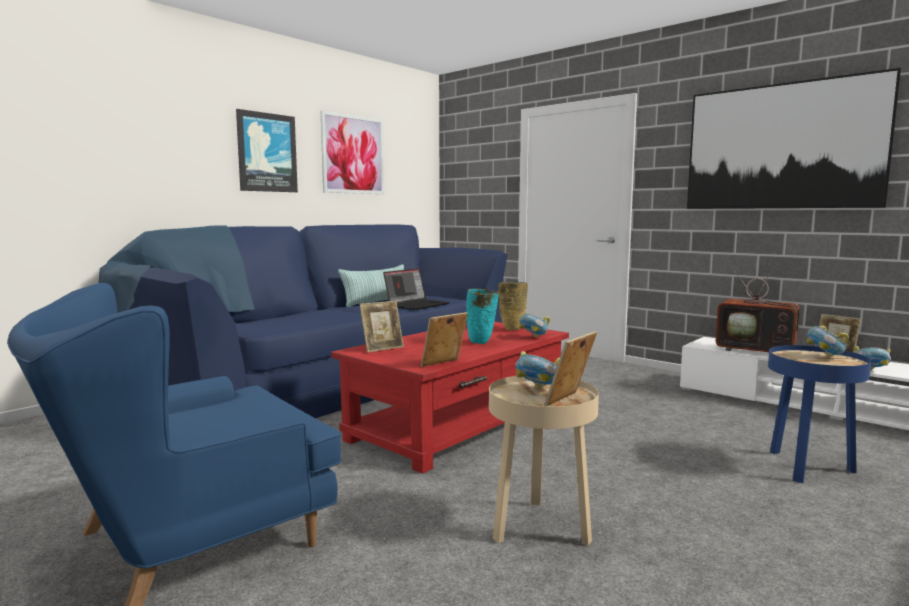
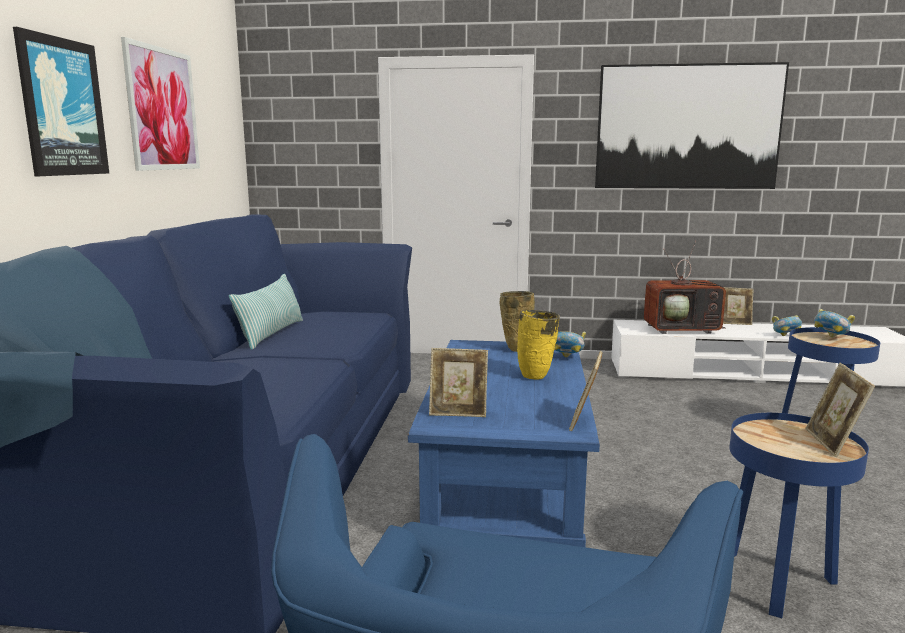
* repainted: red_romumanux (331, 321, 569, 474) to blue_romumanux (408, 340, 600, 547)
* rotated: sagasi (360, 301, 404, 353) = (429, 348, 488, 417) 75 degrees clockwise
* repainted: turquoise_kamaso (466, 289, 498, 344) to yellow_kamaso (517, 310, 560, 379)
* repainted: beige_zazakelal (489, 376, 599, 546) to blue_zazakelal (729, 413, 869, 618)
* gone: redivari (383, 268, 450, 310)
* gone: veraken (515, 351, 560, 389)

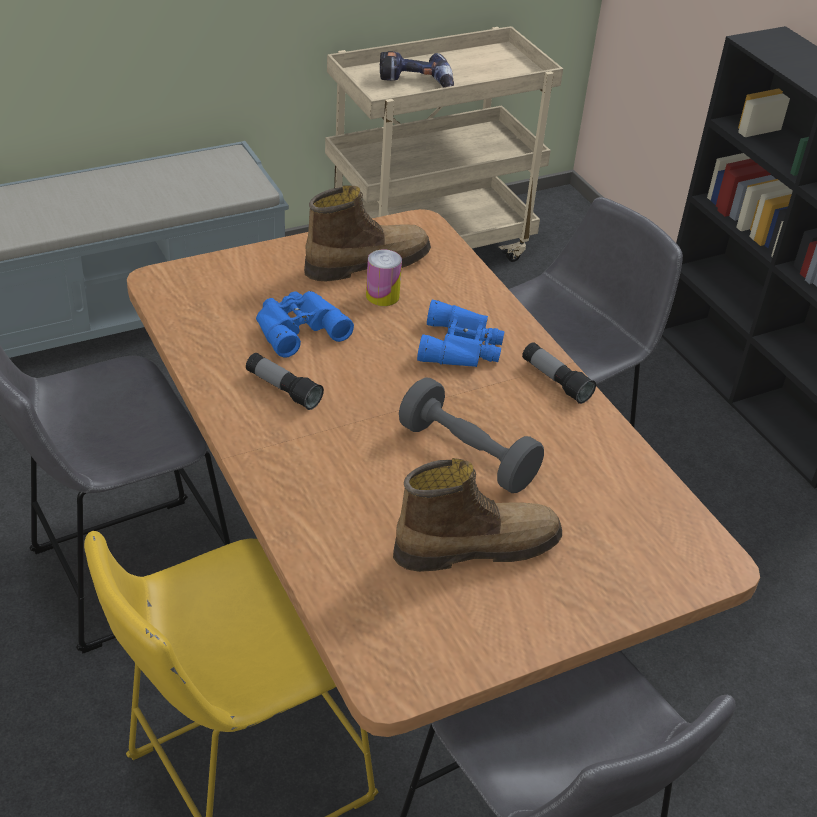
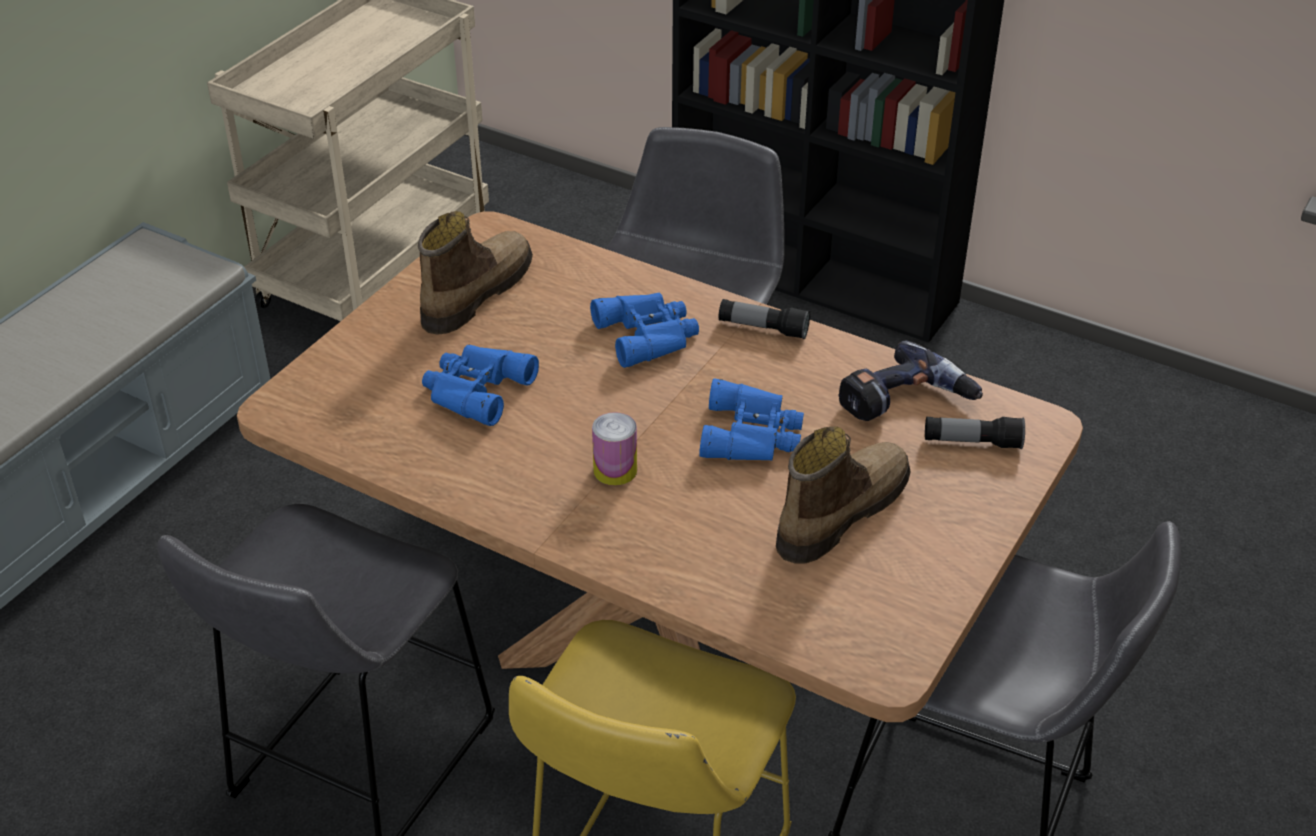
* shifted: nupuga (366, 250, 402, 306) to (592, 412, 637, 486)
* swapped: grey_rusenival (399, 377, 544, 493) to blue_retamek (699, 379, 804, 460)
* shifted: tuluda (380, 51, 454, 88) to (838, 340, 983, 421)
* shifted: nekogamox (246, 353, 324, 410) to (925, 417, 1025, 449)

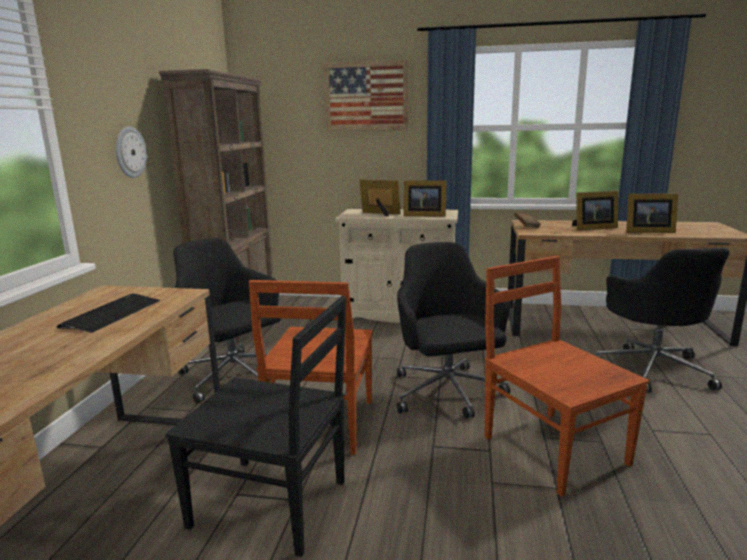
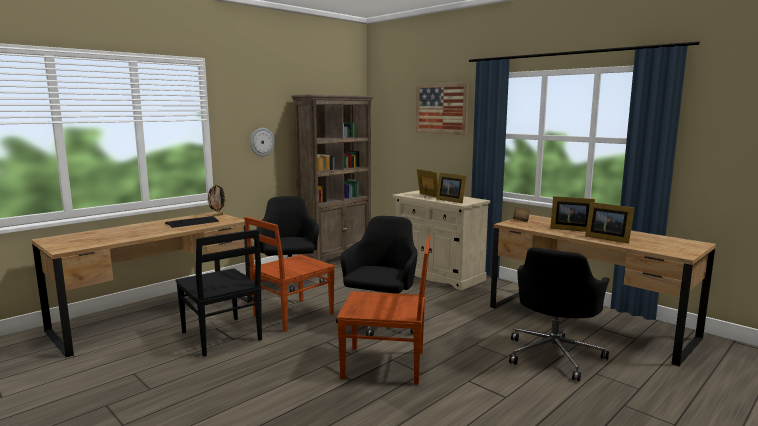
* new: sagasi (207, 184, 227, 216)
* rotated: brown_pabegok (485, 256, 649, 497) = (337, 236, 431, 385) 90 degrees clockwise

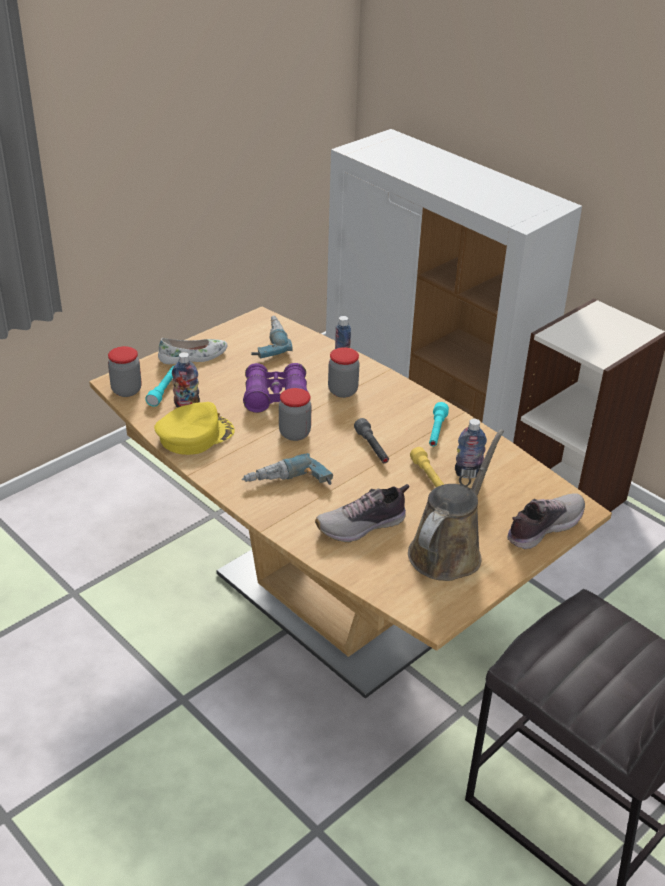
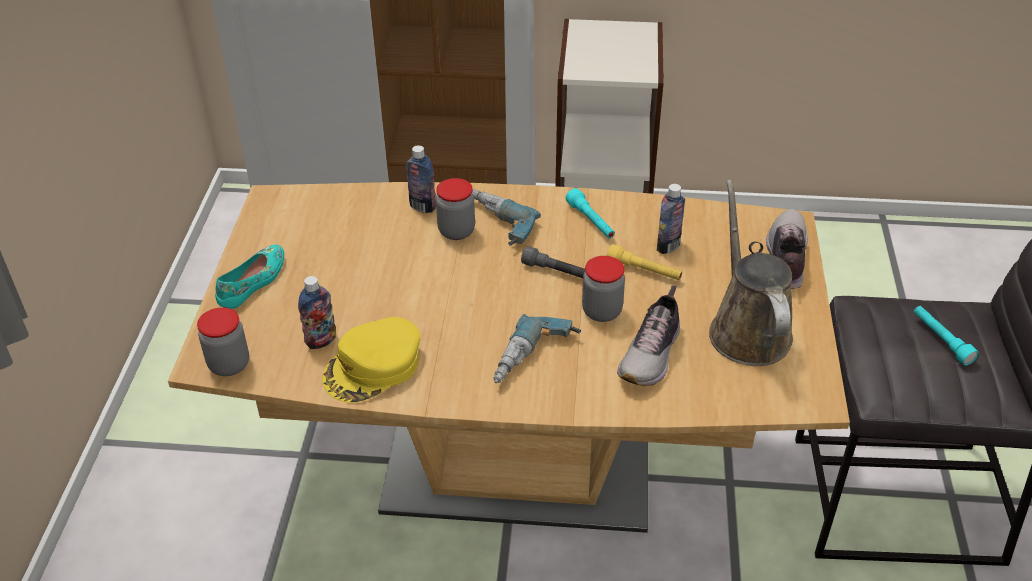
* repainted: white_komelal (158, 338, 228, 364) to turquoise_komelal (215, 244, 284, 309)
* rotated: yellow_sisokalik (154, 402, 235, 455) = (322, 317, 420, 403) 150 degrees counterclockwise
* shifted: tuluda (251, 316, 293, 359) to (472, 189, 541, 246)
* shifted: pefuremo (279, 388, 312, 441) to (582, 256, 625, 322)
* shifted: turquoise_nekogamox (145, 366, 174, 407) to (914, 306, 979, 365)
* gone: purple_retamek (243, 363, 309, 413)

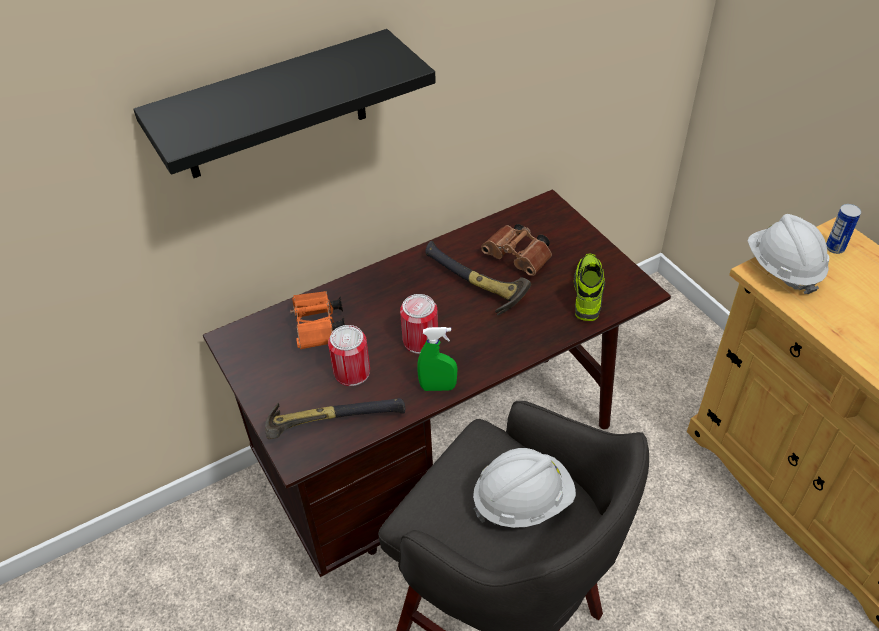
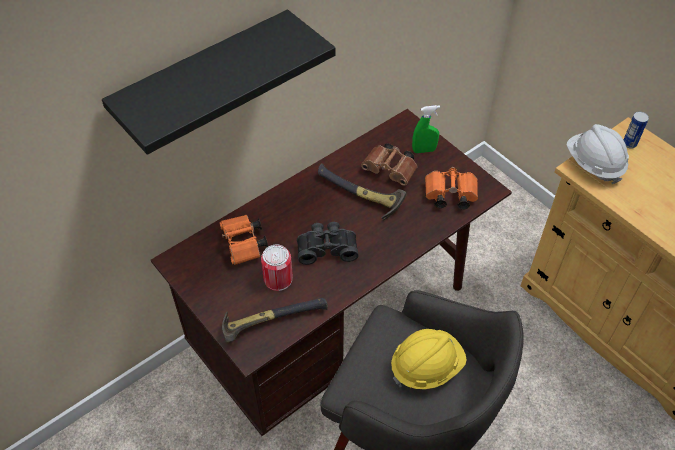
* swapped: nupuga (400, 294, 438, 354) to black_retamek (297, 222, 359, 265)
* repainted: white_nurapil (473, 448, 576, 528) to yellow_nurapil (391, 329, 467, 389)
* shifted: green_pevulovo (417, 327, 457, 391) to (412, 105, 440, 153)
* swapped: komelal (574, 253, 605, 321) to orange_retamek (425, 167, 478, 209)

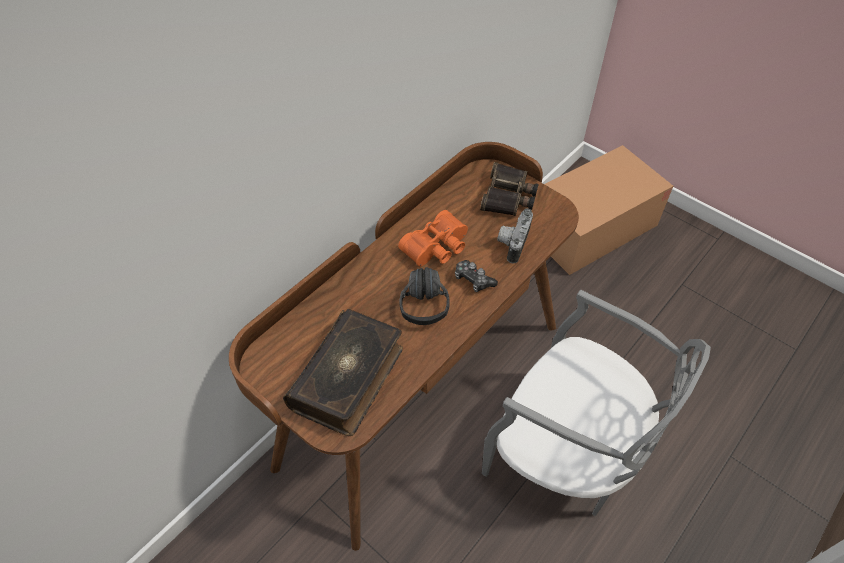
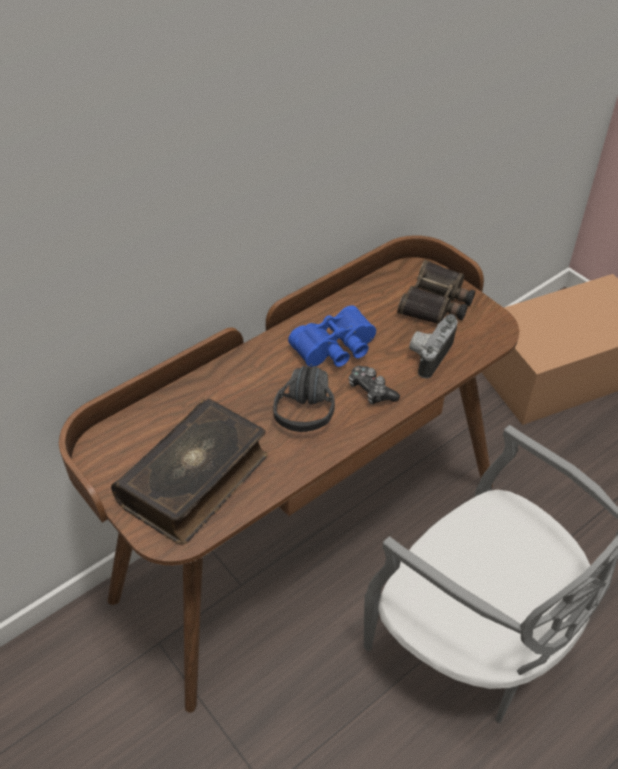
* repainted: orange_retamek (398, 210, 468, 266) to blue_retamek (288, 305, 376, 367)

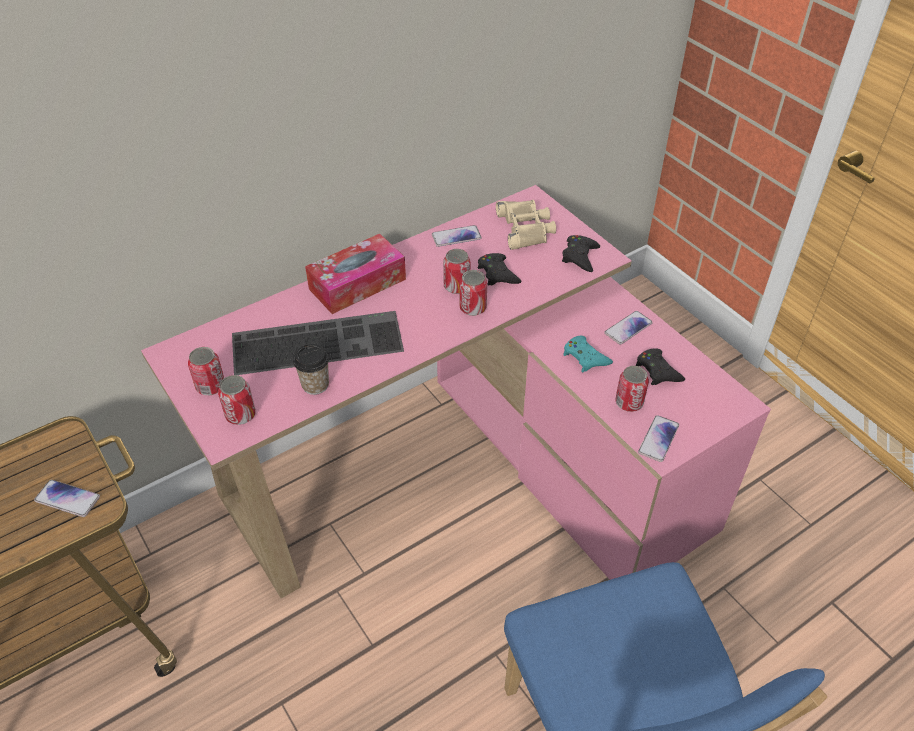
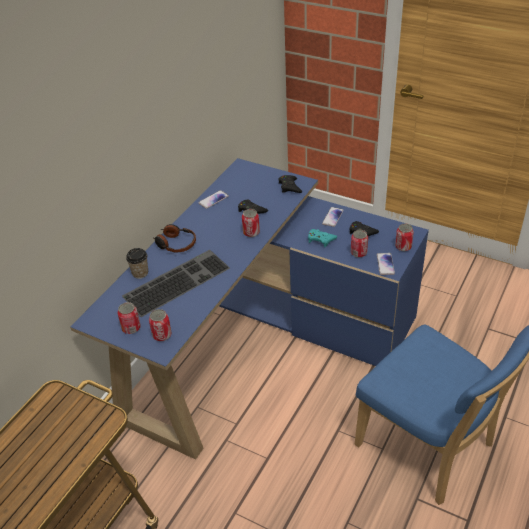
* repainted: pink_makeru (141, 185, 771, 598) to blue_makeru (70, 158, 429, 460)
* shifted: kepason (293, 344, 329, 395) to (126, 248, 148, 279)
* swapped: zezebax (305, 234, 406, 314) to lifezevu (154, 224, 196, 253)
* shifted: nupuga (443, 249, 470, 294) to (395, 224, 414, 251)
* gone: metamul (34, 480, 100, 517)
* gone: beige_retamek (496, 200, 556, 250)

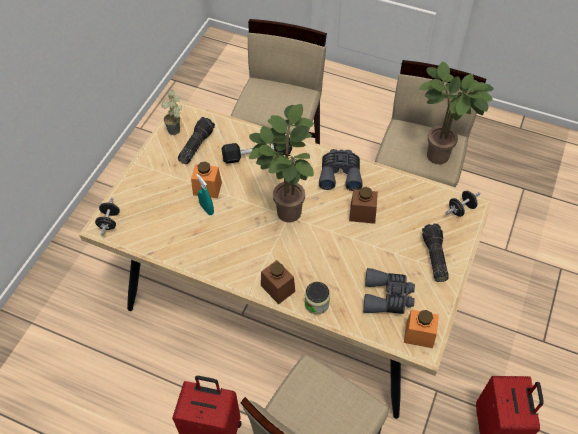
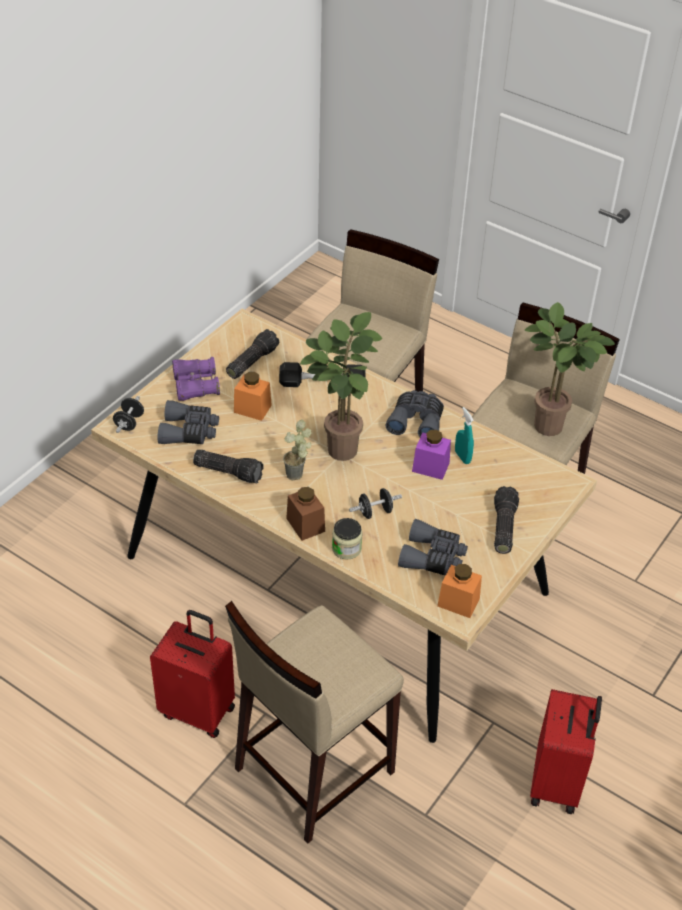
* new: grey_retamek (158, 400, 219, 444)
* new: purple_retamek (172, 357, 220, 401)
* new: nekogamox (193, 450, 264, 483)
* shifted: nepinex (161, 89, 182, 135) to (283, 419, 312, 480)
* shifted: black_rusenival (445, 190, 480, 217) to (349, 488, 402, 519)
* repainted: brown_pefuremo (349, 187, 378, 224) to purple_pefuremo (412, 430, 451, 480)
* shifted: turquoise_pevulovo (196, 174, 214, 215) to (455, 407, 474, 464)

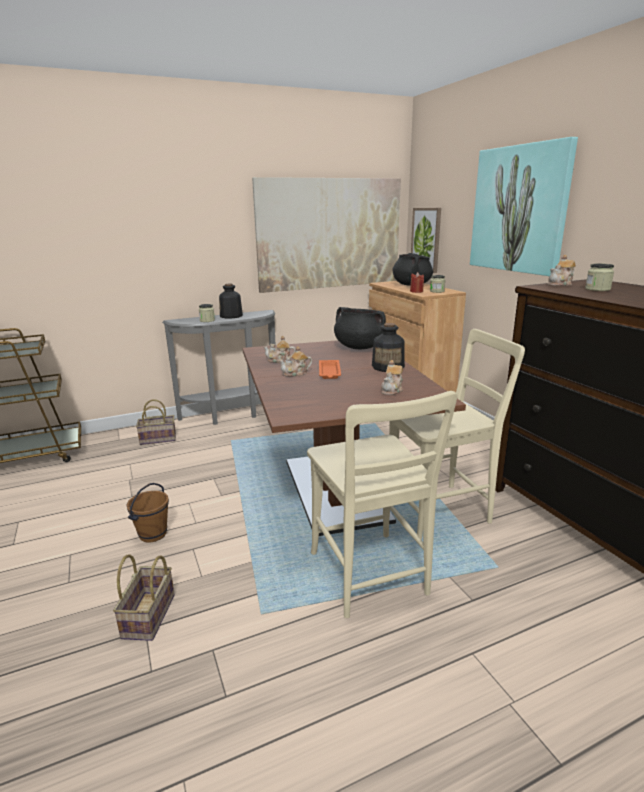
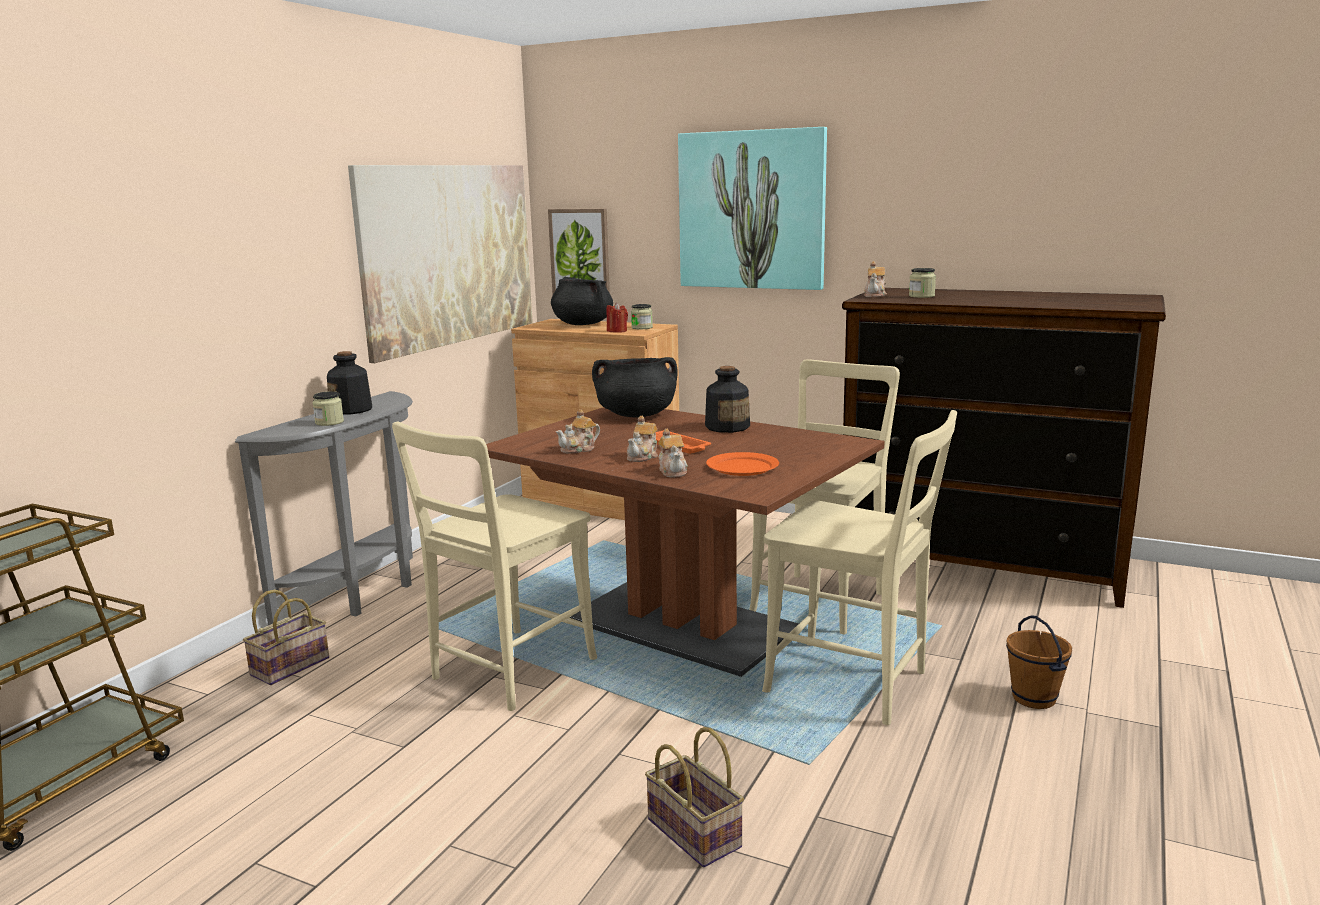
* new: beige_pabegok (392, 422, 597, 711)
* shifted: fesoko (381, 360, 403, 395) to (658, 429, 688, 478)
* new: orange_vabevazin (706, 452, 779, 476)
* shifted: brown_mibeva (126, 483, 169, 543) to (1006, 615, 1072, 709)

